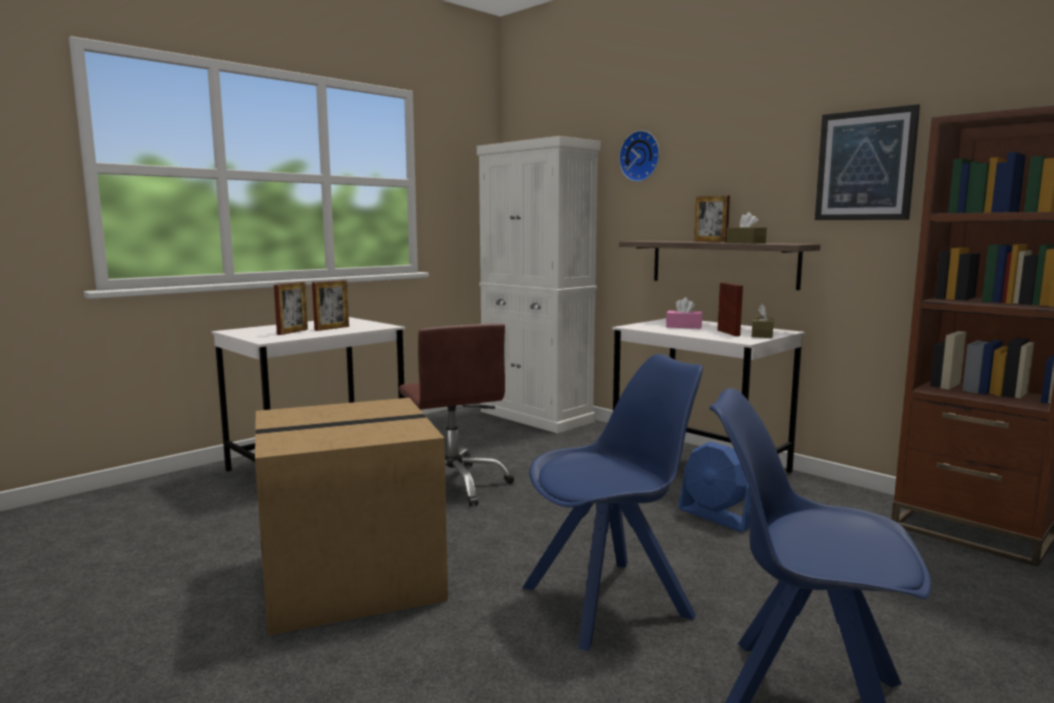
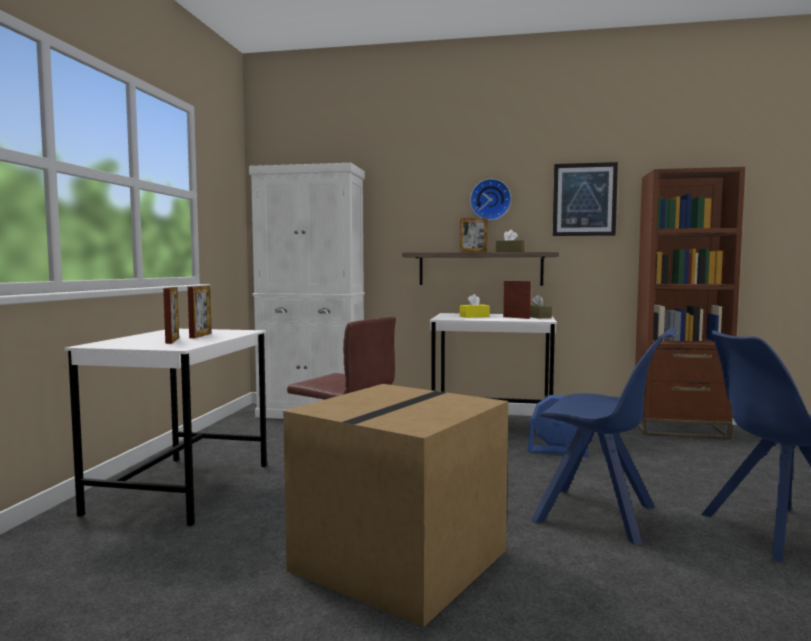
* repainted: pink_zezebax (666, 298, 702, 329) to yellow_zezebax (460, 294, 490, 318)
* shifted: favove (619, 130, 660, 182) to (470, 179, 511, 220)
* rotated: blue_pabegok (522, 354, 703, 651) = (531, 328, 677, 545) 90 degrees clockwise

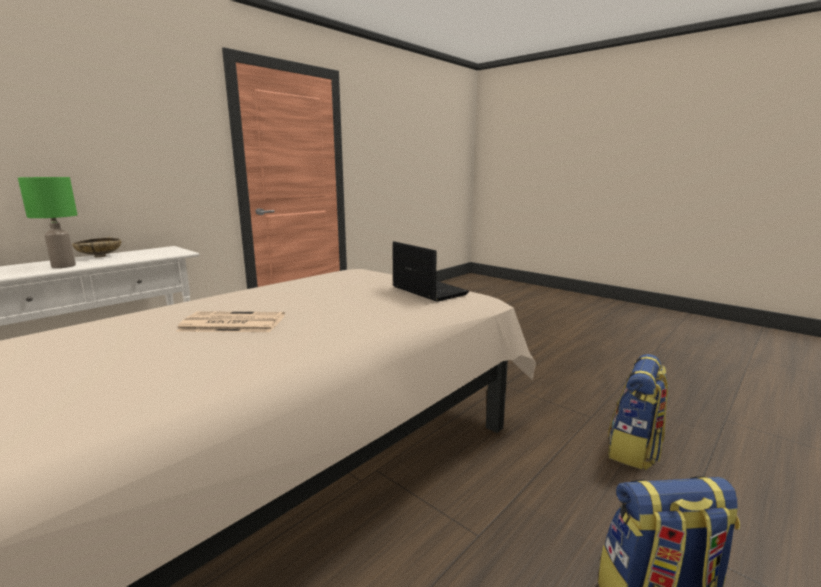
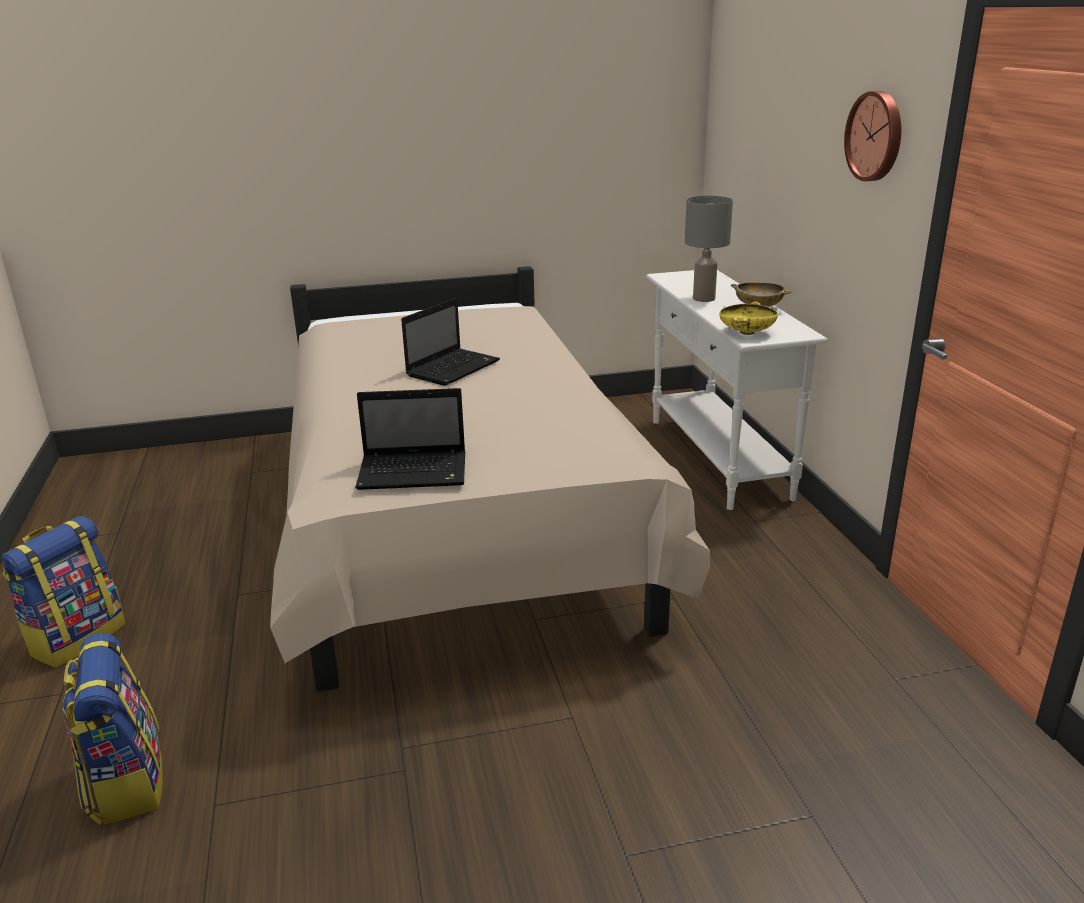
* swapped: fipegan (176, 311, 285, 332) to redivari (401, 298, 500, 386)
* repainted: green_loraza (18, 177, 77, 268) to grey_loraza (685, 196, 733, 302)
* new: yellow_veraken (719, 302, 778, 335)
* new: favove (844, 91, 901, 181)

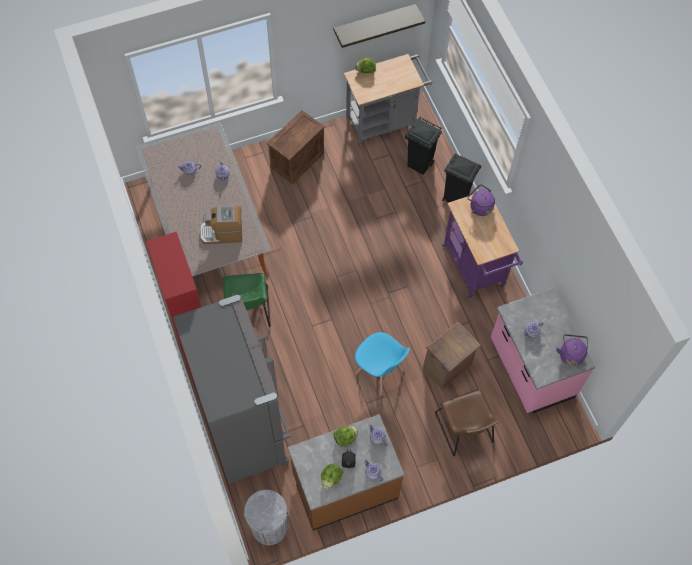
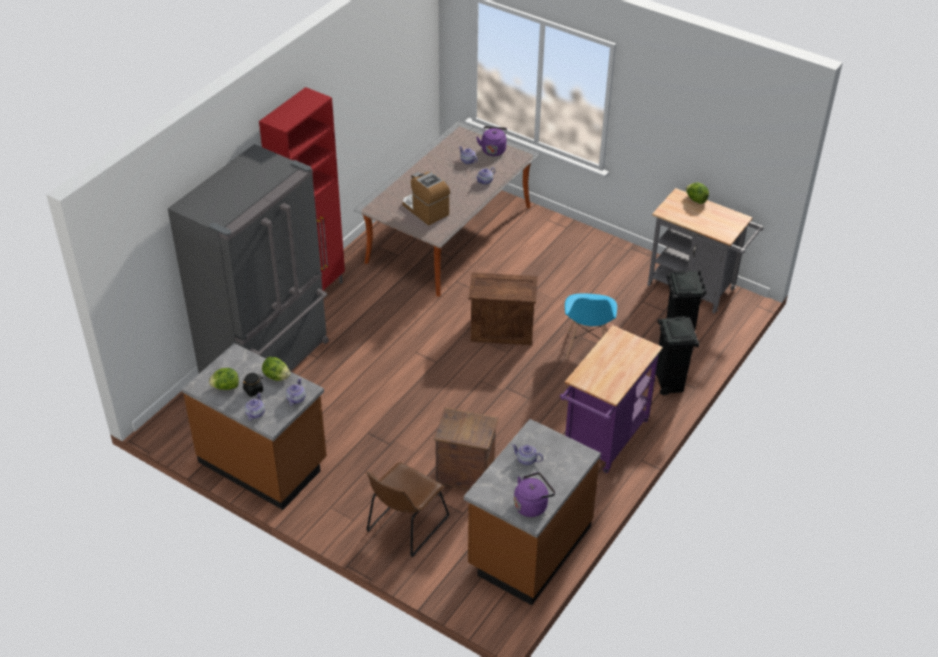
* repainted: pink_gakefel (491, 287, 595, 413) to brown_gakefel (464, 419, 601, 605)
* shifted: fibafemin (266, 110, 325, 184) to (469, 272, 538, 345)
* shifted: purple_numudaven (467, 184, 495, 216) to (476, 126, 507, 156)
* shifted: blue_pabegok (355, 332, 410, 395) to (565, 294, 617, 359)
* gone: green_pabegok (223, 273, 271, 327)
* gone: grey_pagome (244, 490, 289, 545)
* gone: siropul (333, 4, 425, 48)

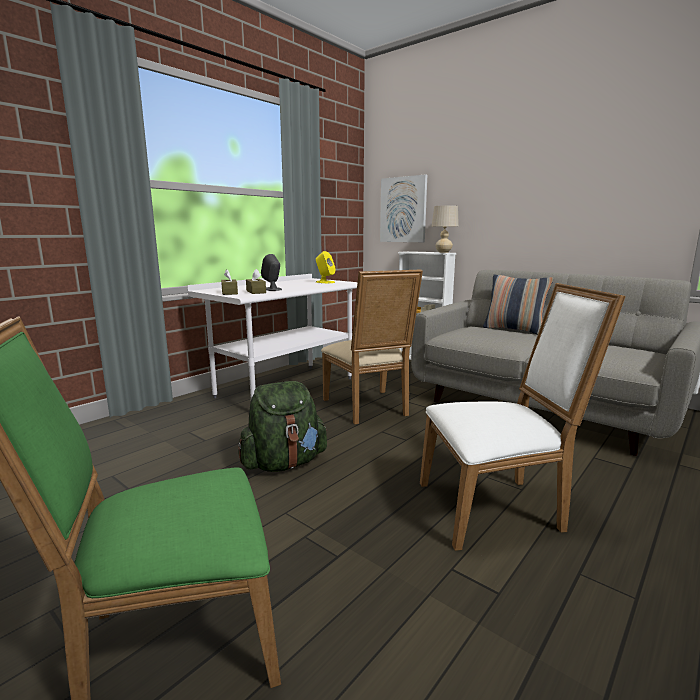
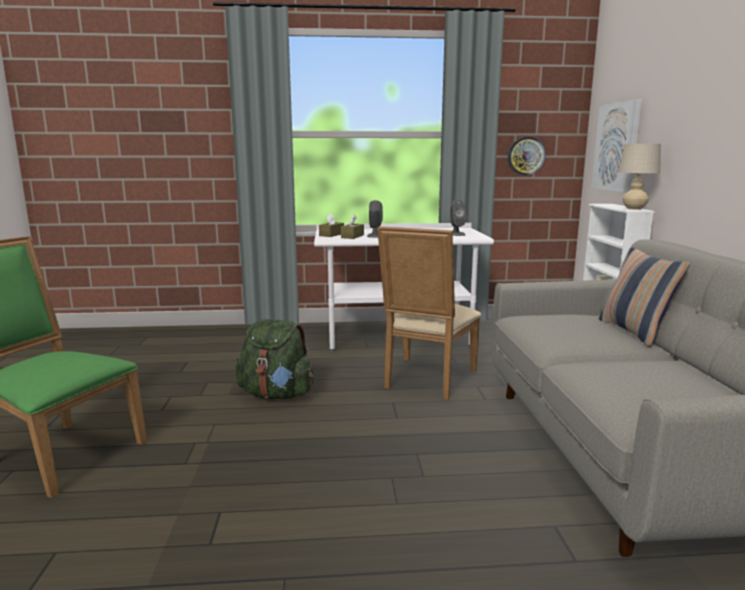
* repainted: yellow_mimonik (316, 251, 336, 283) to grey_mimonik (450, 199, 466, 236)
* new: favove (508, 137, 545, 175)
* gone: white_pabegok (420, 283, 626, 551)

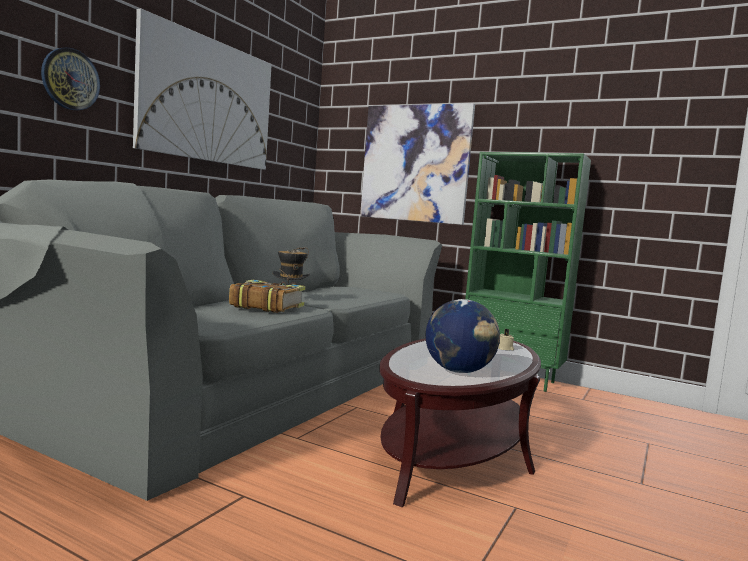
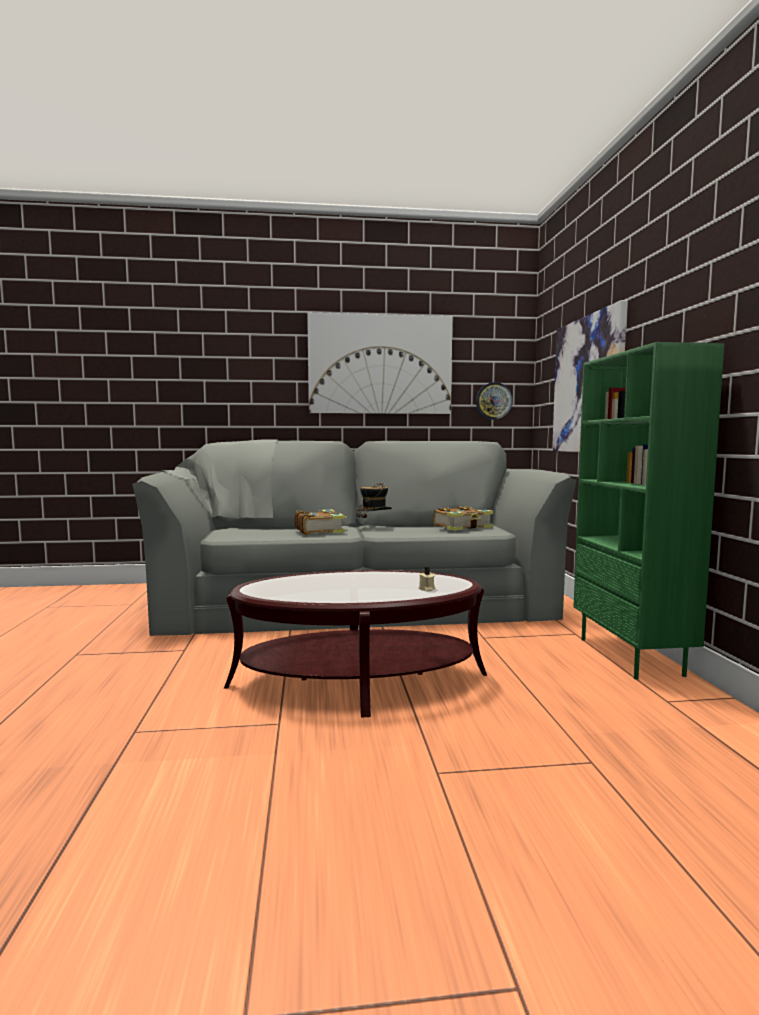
* new: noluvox (433, 506, 493, 531)
* shifted: favove (41, 47, 100, 110) to (476, 382, 512, 420)
* gone: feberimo (426, 299, 500, 373)

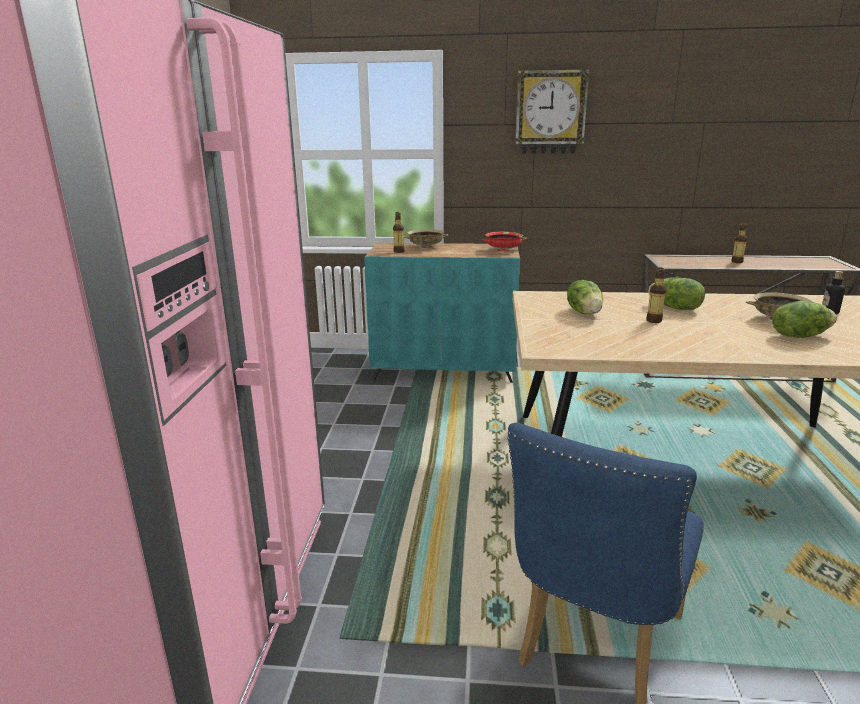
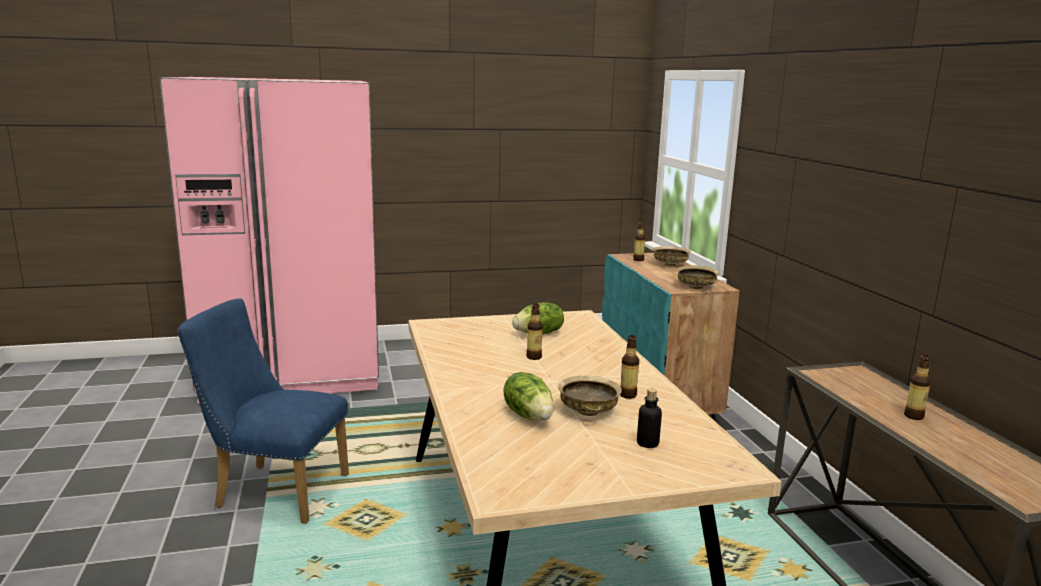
* new: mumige (620, 335, 639, 399)
* repainted: red_veraken (481, 232, 527, 252) to beige_veraken (676, 266, 719, 289)
* gone: favove (515, 69, 590, 154)
* gone: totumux (649, 277, 705, 310)

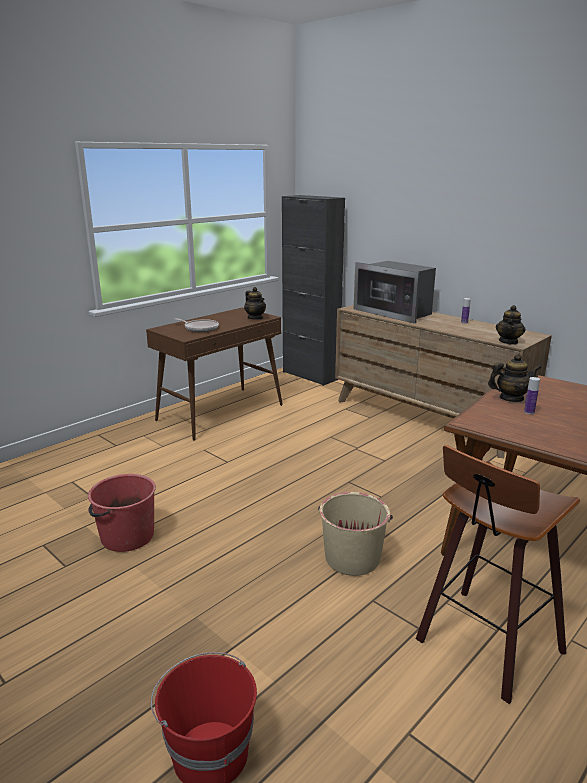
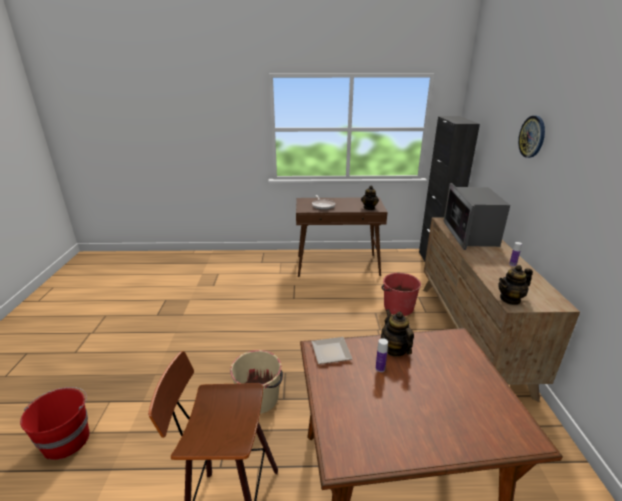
* new: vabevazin (311, 337, 352, 364)
* rotated: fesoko (488, 354, 541, 402) = (381, 309, 414, 357) 150 degrees counterclockwise
* shifted: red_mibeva (88, 474, 156, 552) to (382, 273, 421, 316)
* new: favove (518, 116, 545, 158)

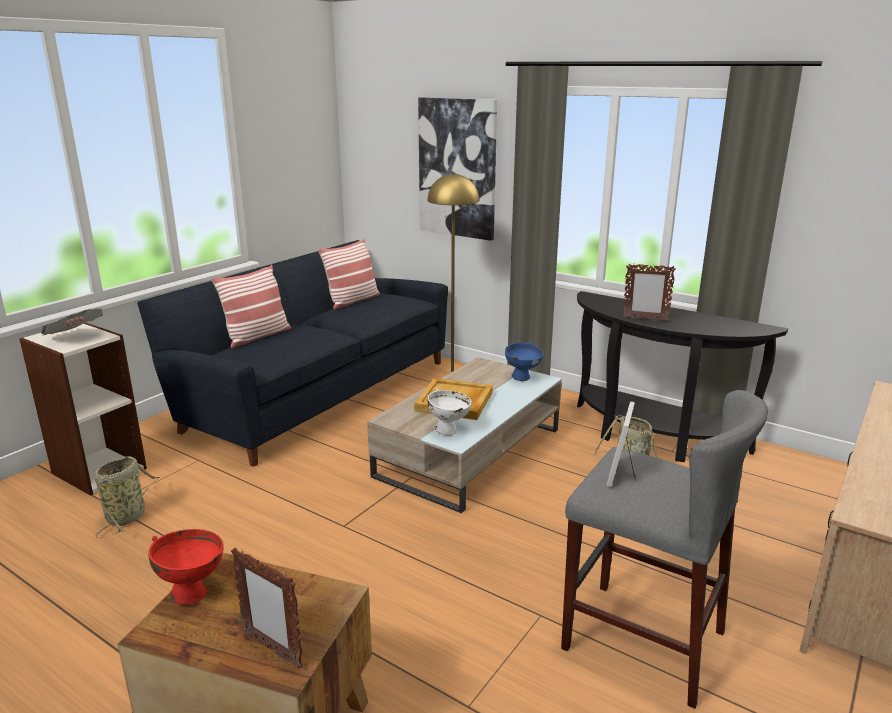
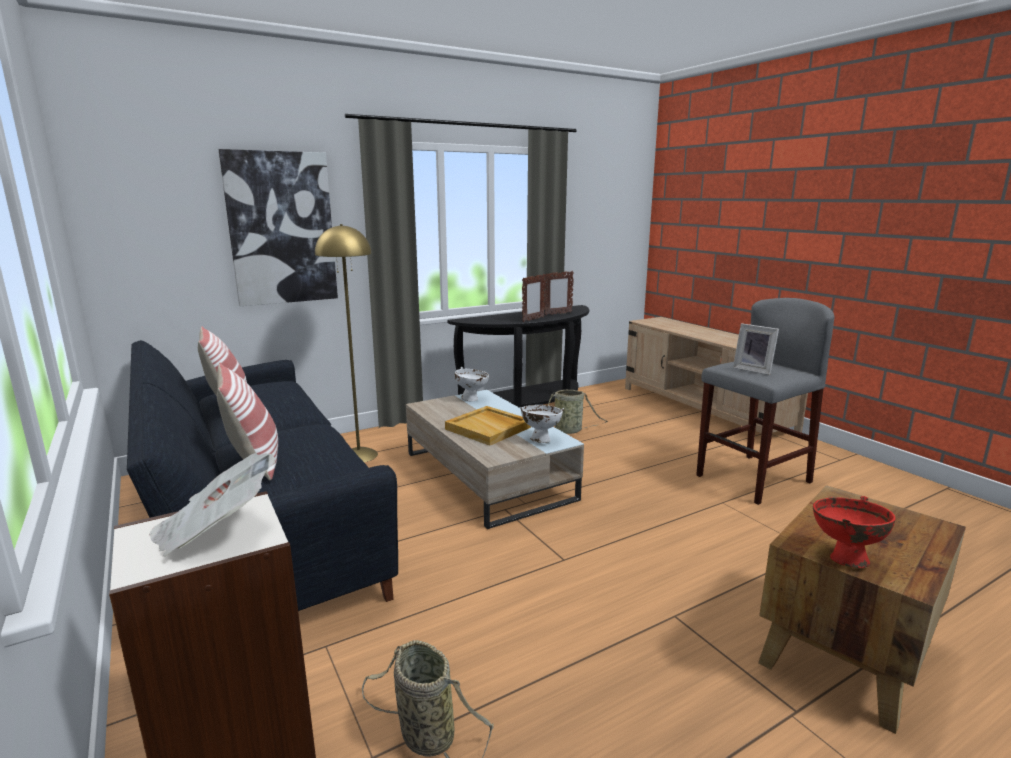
* repainted: blue_veraken (505, 341, 544, 381) to white_veraken (455, 367, 489, 401)
* shifted: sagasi (231, 548, 303, 669) to (544, 271, 574, 315)

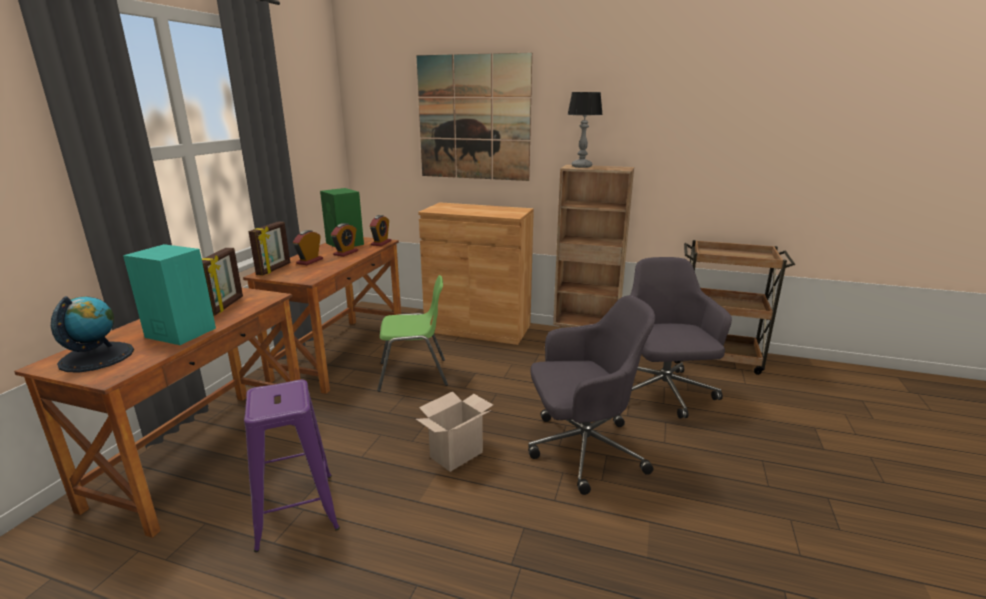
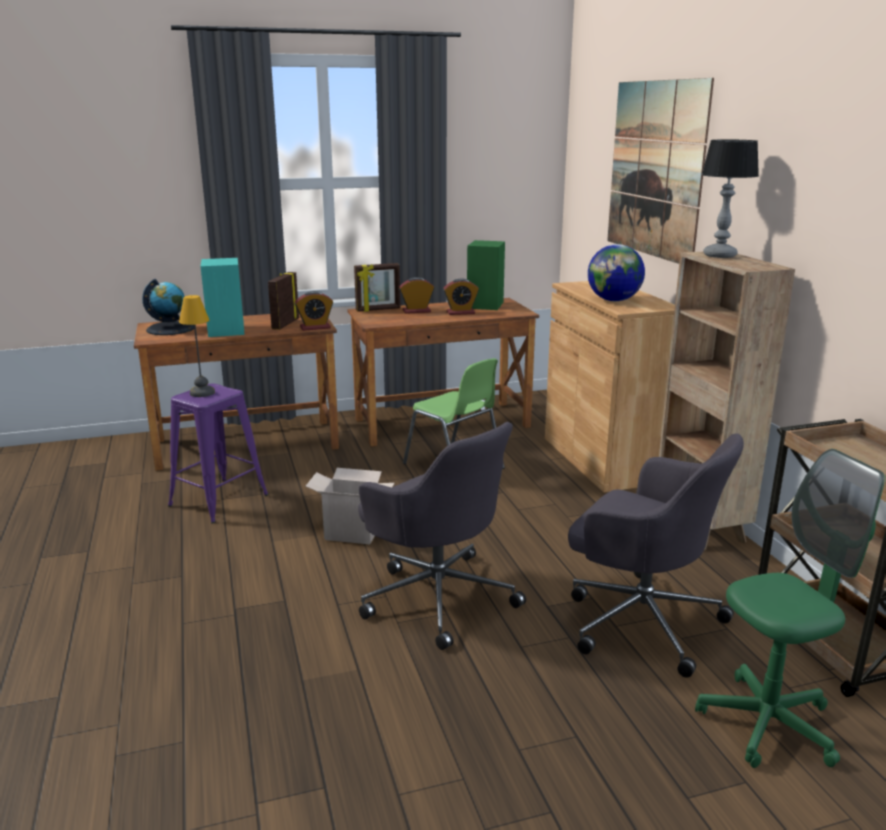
* new: loraza (179, 295, 215, 397)
* rotated: sagasi (202, 248, 243, 316) = (268, 272, 299, 330) 135 degrees clockwise
* shifted: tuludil (370, 215, 392, 246) to (295, 291, 333, 331)
* rotated: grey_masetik (630, 257, 732, 418) = (568, 433, 744, 678) 75 degrees clockwise
* new: feberimo (588, 244, 645, 301)
* new: green_masetik (695, 449, 885, 768)

